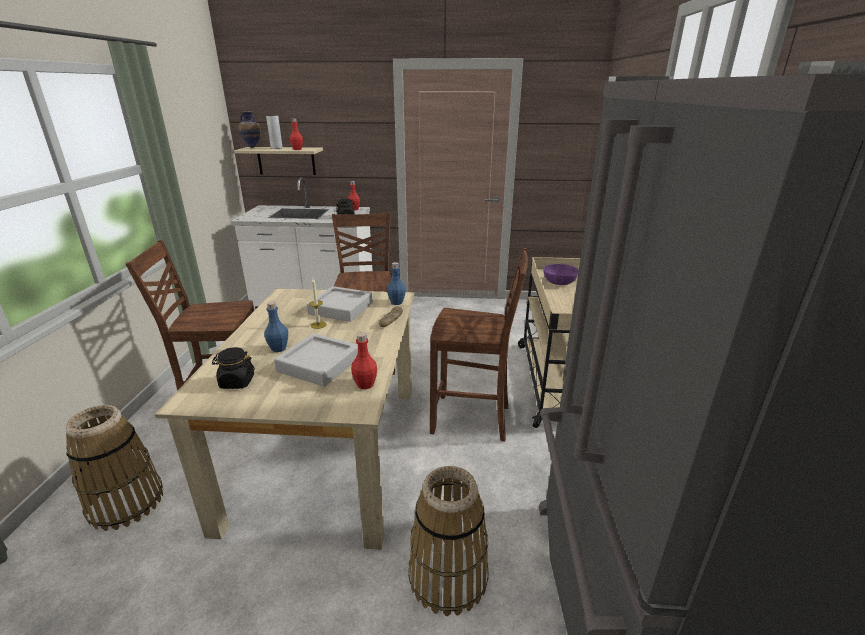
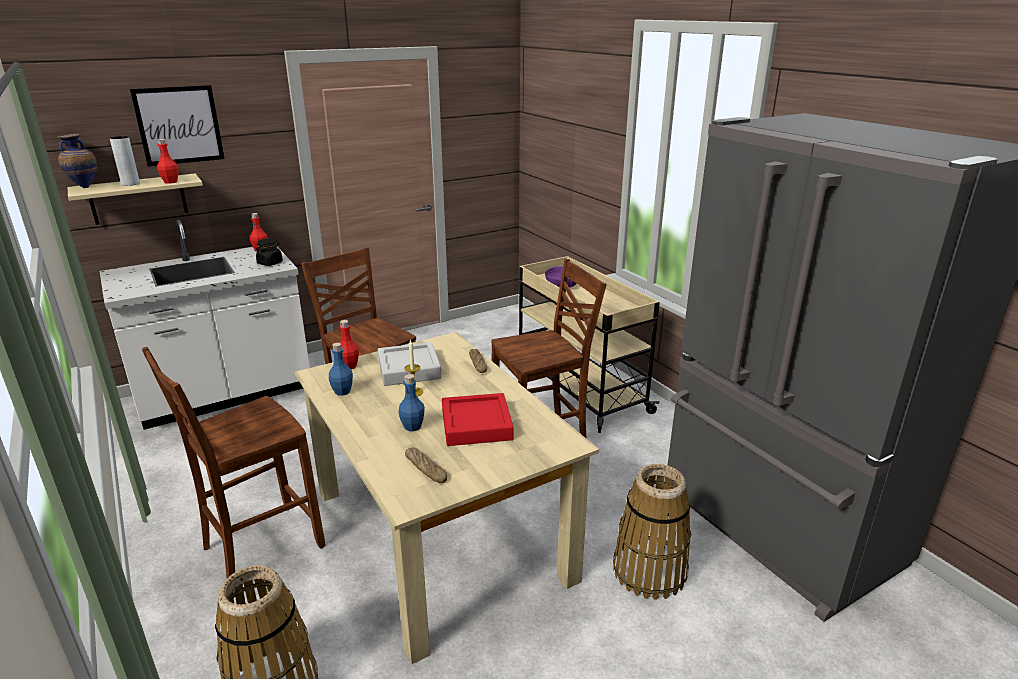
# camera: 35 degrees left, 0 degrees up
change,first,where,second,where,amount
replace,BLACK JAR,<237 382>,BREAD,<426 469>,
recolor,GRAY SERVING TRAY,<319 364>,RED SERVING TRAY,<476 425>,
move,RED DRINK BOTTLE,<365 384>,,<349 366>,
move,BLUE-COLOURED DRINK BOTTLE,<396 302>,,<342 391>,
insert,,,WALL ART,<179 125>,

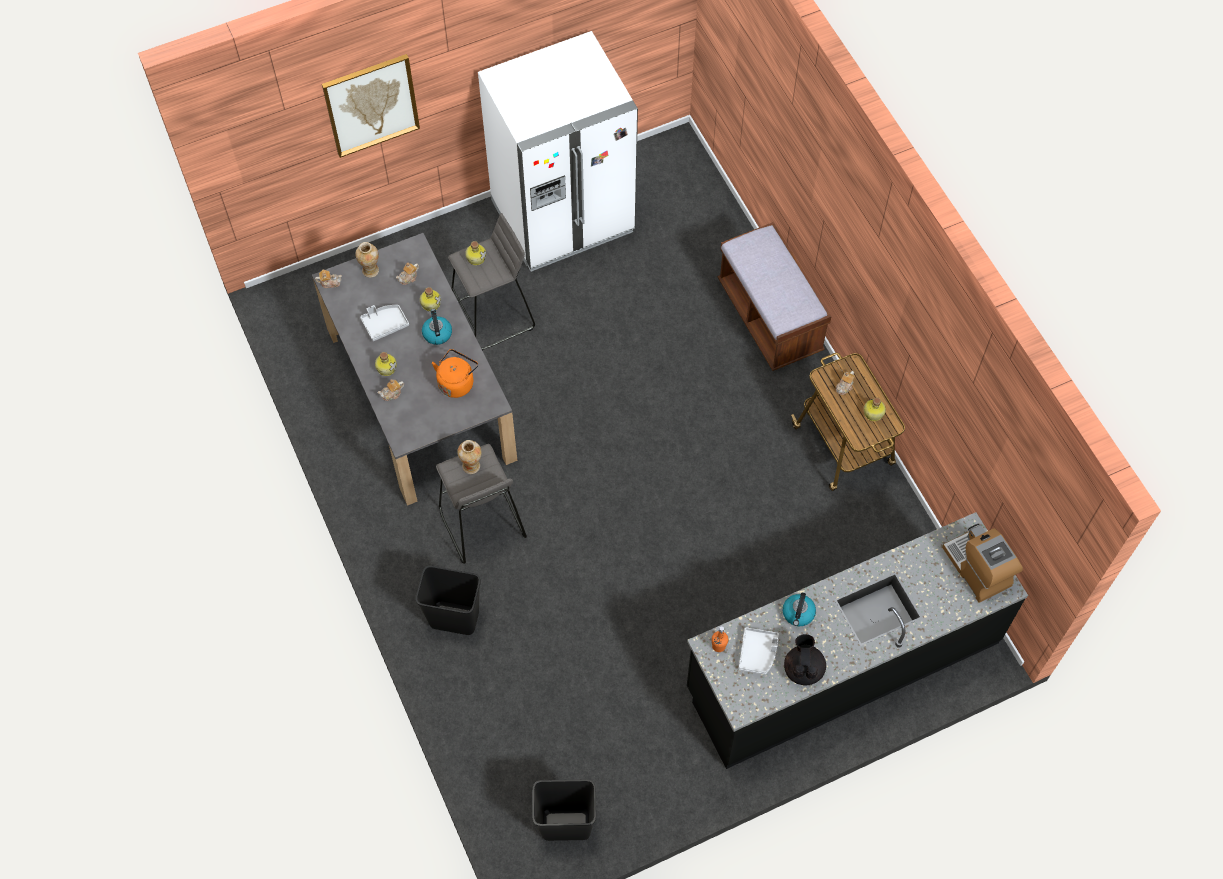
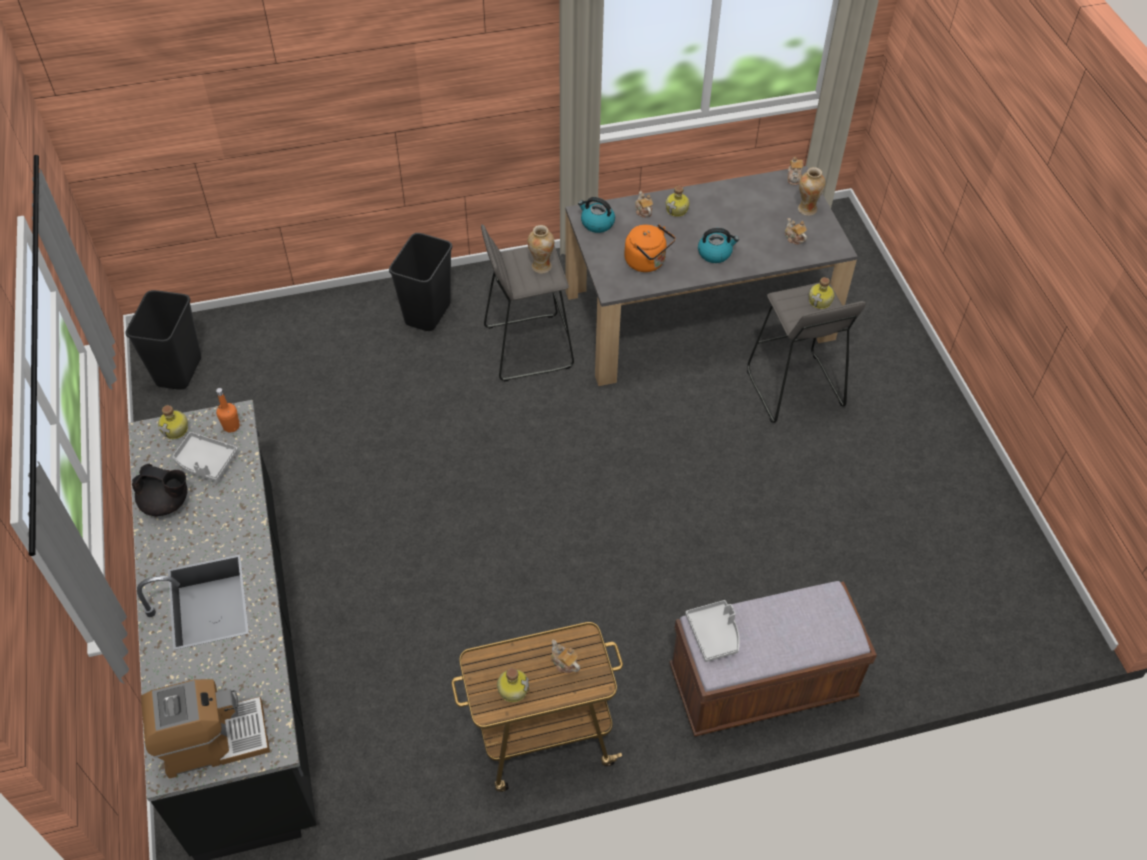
# camera: 100 degrees right, 10 degrees down
change,first,where,second,where,amount
delete,WALL ART,<371 105>,,,
move,GRAY SERVING TRAY,<385 324>,,<714 634>,
move,DRINK BOTTLE,<430 303>,,<176 430>,
delete,WHITE-COLOURED FRIDGE,<563 217>,,,
move,TEA KETTLE,<798 614>,,<597 223>,

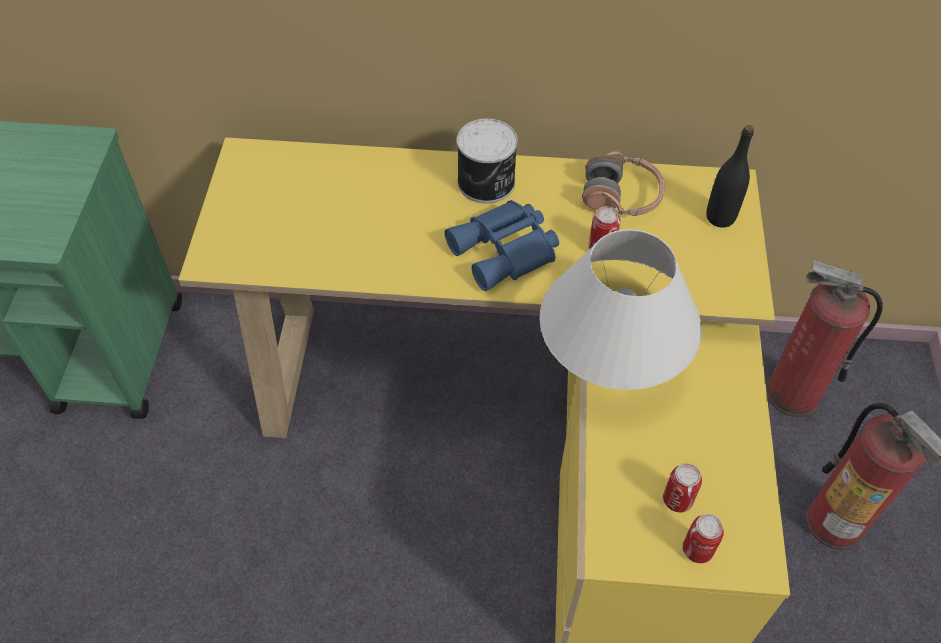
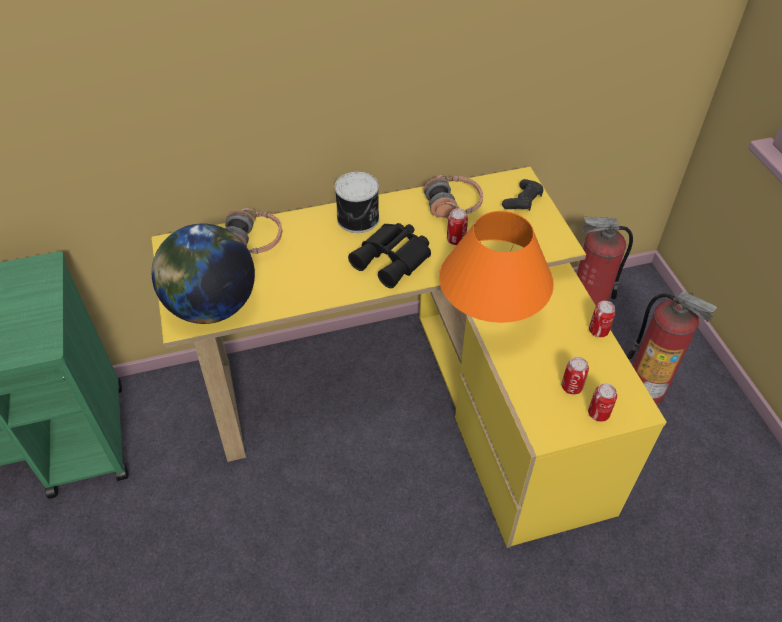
# camera: 20 degrees left, 5 degrees down
change,first,where,second,where,amount
recolor,BLUE-COLOURED PAIR OF BINOCULARS,<506 252>,BLACK PAIR OF BINOCULARS,<394 259>,
recolor,WHITE-COLOURED TABLETOP LAMP,<609 369>,ORANGEY TABLETOP LAMP,<489 319>,
replace,BLACK DRINK BOTTLE,<720 217>,BLACK GAME CONTROLLER,<523 201>,
insert,,,WORLD GLOBE,<211 306>,
insert,,,HEADSET,<253 241>,
insert,,,METAL CAN,<598 331>,

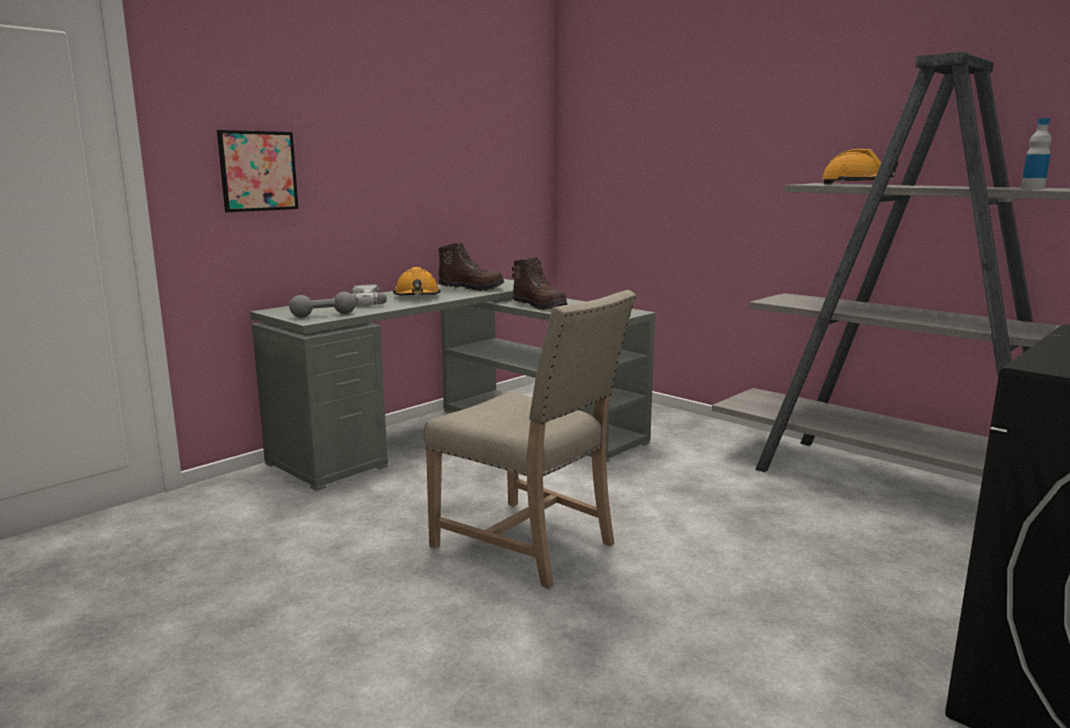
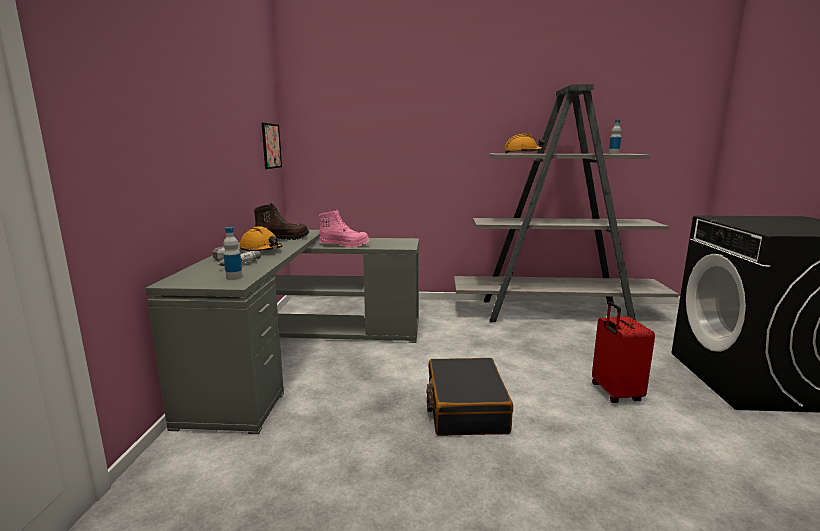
# camera: 40 degrees left, 0 degrees up
change,first,where,second,where,amount
move,WALL ART,<258 171>,,<271 146>,
replace,GRAY DUMBBELL,<323 315>,DRINK BOTTLE,<234 277>,
replace,BEIGE-COLOURED CHAIR,<529 544>,BLACK SUITCASE,<465 408>,
recolor,BROWNISH HIGH-TOP BOOT,<540 306>,PINK-COLOURED HIGH-TOP BOOT,<344 245>,
insert,,,RED SUITCASE,<614 393>,

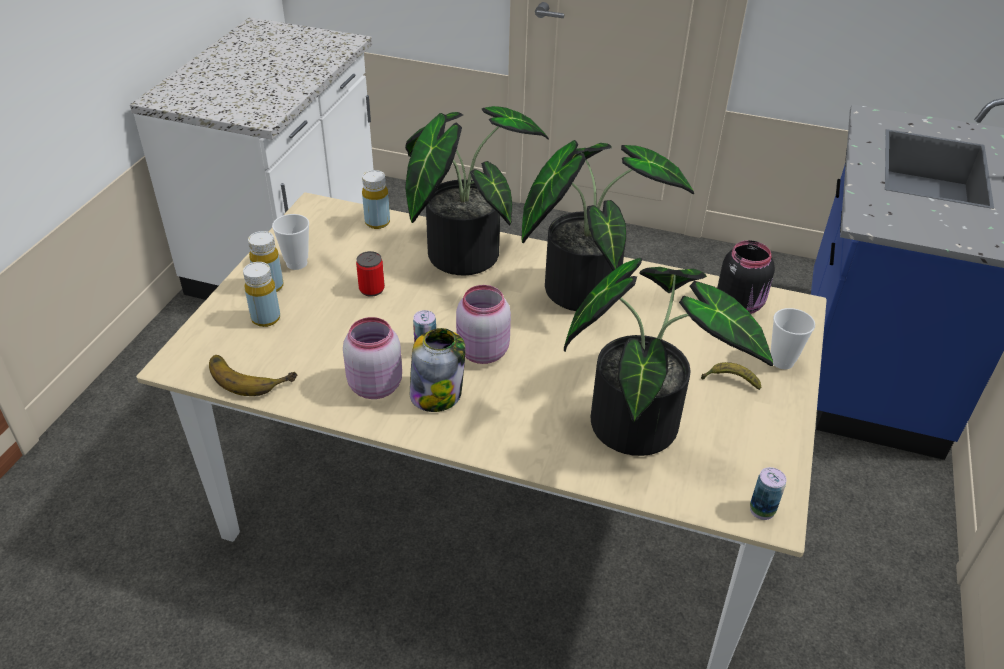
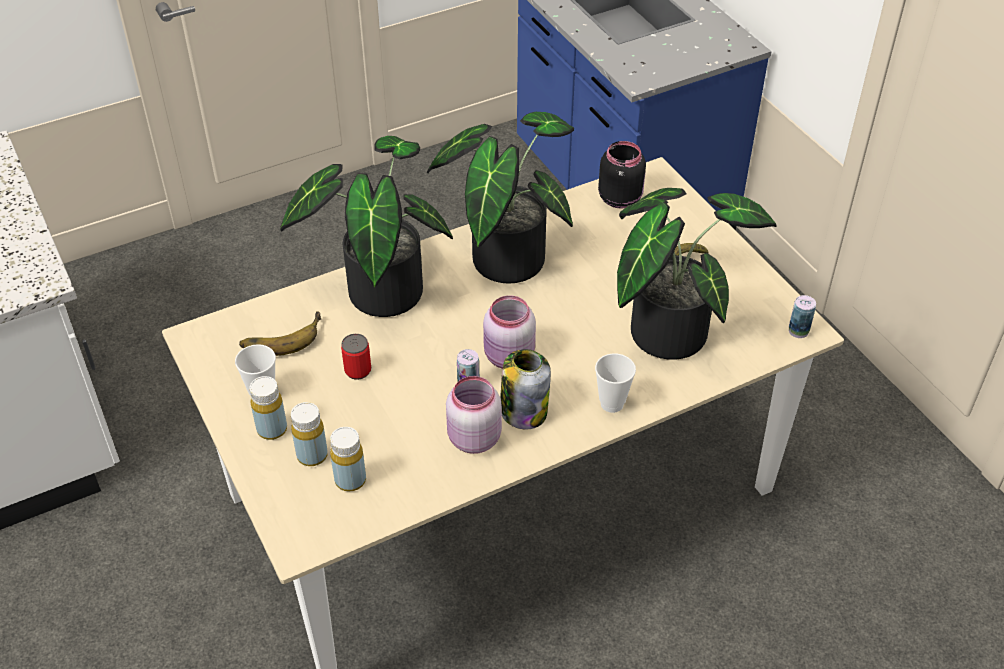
# camera: 45 degrees left, 5 degrees up
change,first,where,second,where,amount
move,BANANA,<251 374>,,<281 336>,
move,YELLOW DRINK BOTTLE,<377 222>,,<350 480>,
move,SMALL CUP,<782 361>,,<612 403>,

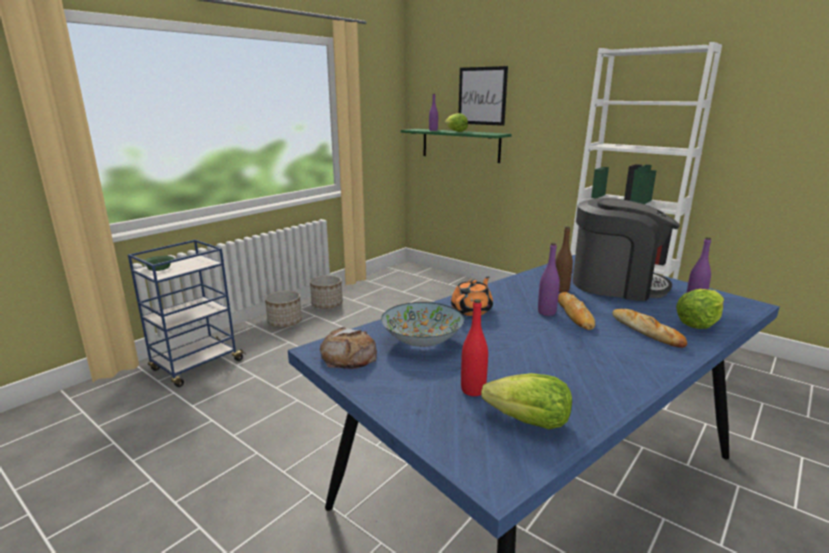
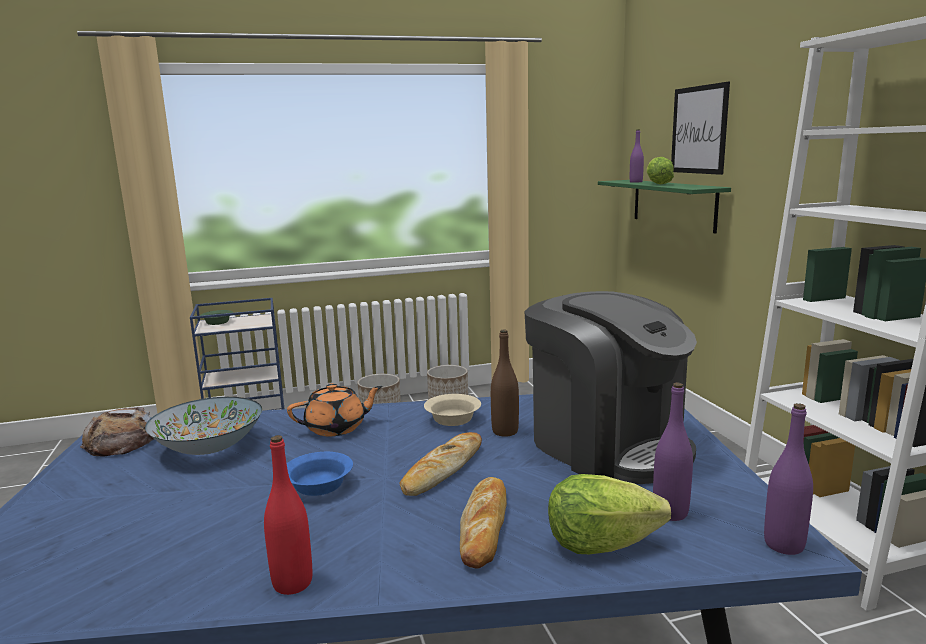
# camera: 35 degrees right, 5 degrees down
change,first,where,second,where,amount
move,RED DRINK BOTTLE,<473 390>,,<292 583>,
delete,LETTUCE HEAD,<529 422>,,,
move,PURPLISH DRINK BOTTLE,<546 312>,,<784 545>,
insert,,,BLUE-COLOURED SERVING BOWL,<317 485>,
insert,,,BEIGE-COLOURED SERVING BOWL,<454 419>,

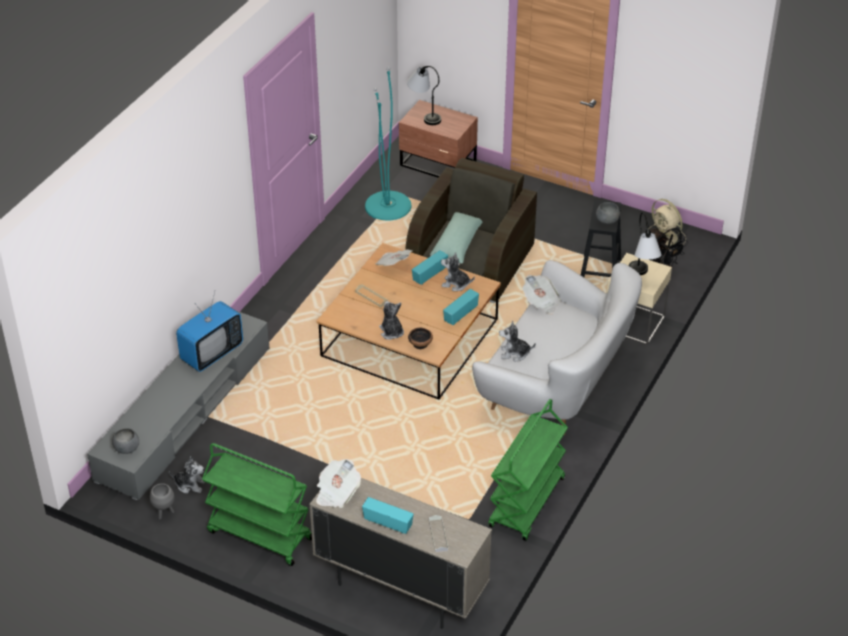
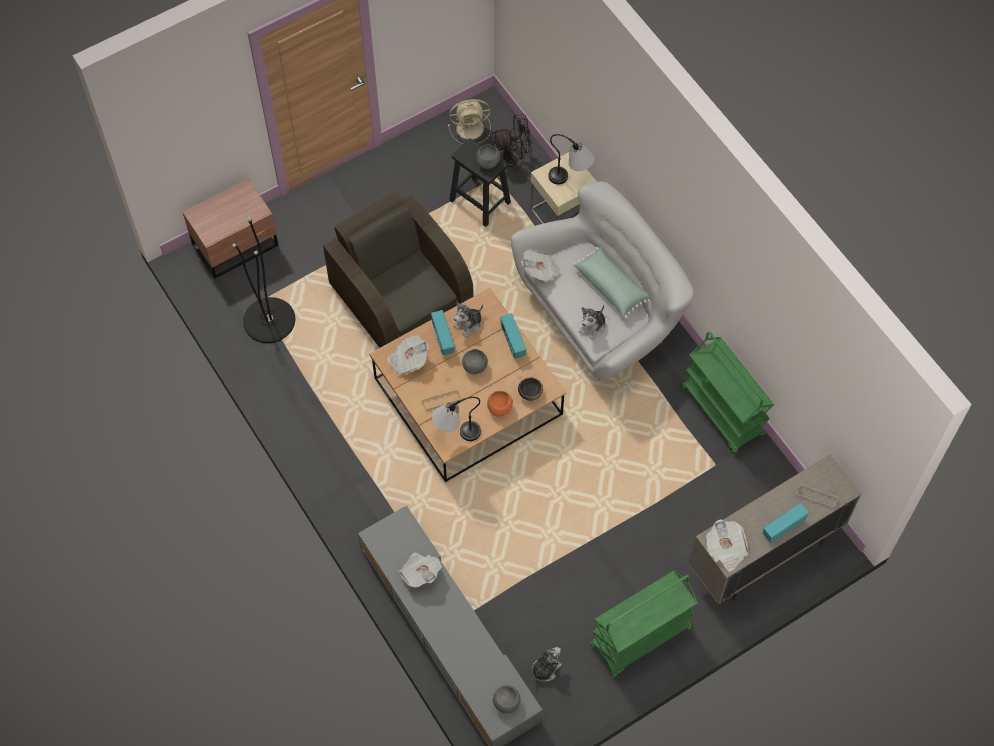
# camera: 60 degrees left, 20 degrees up
change,first,where,second,where,amount
delete,GRAY PLANT POT,<164 513>,,,
replace,TV SET,<212 353>,PRINTED PAPER,<420 573>,
recolor,BLUE-GREEN STANDARD LAMP,<388 206>,BLACK STANDARD LAMP,<269 320>,
replace,PLUSH TOY,<391 332>,ORANGEY SERVING BOWL,<500 408>,
move,TABLETOP LAMP,<424 115>,,<456 434>,
move,GREENISH THROW PILLOW,<458 245>,,<612 286>,
insert,,,GRAY SERVING BOWL,<474 366>,

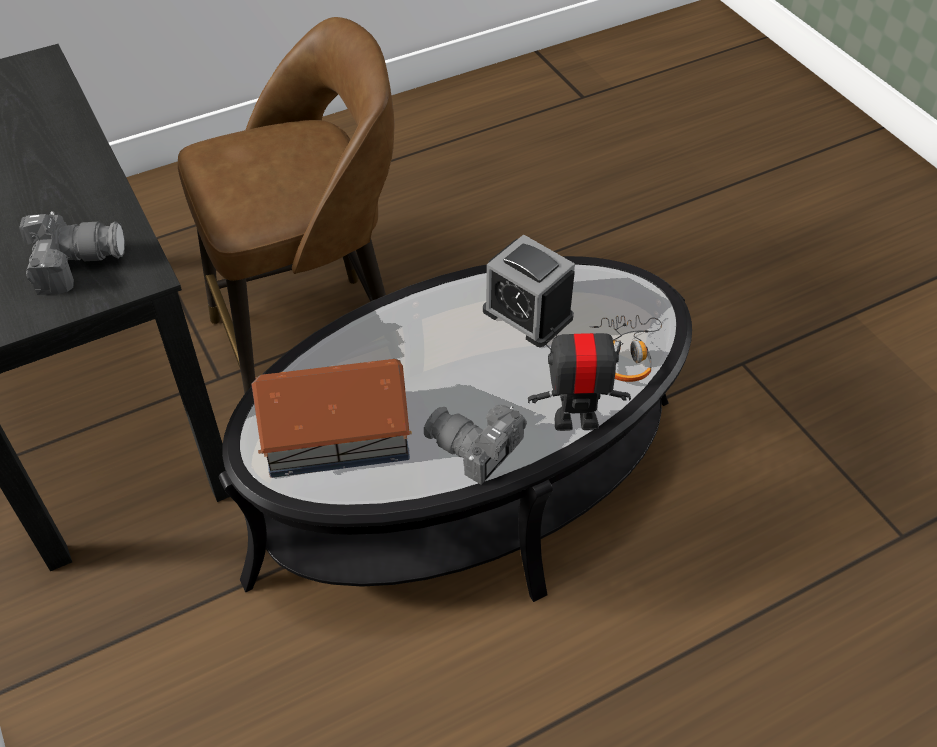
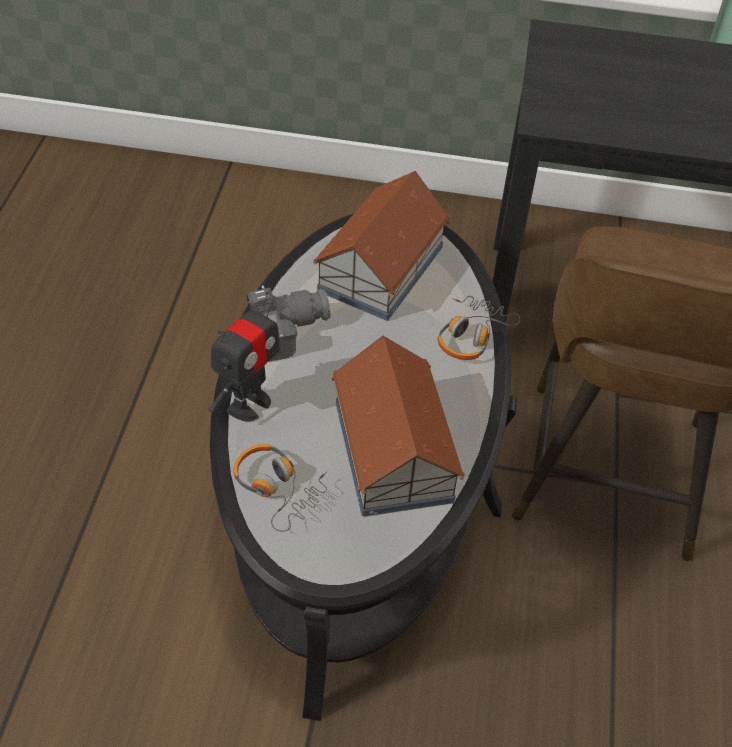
# camera: 125 degrees right, 0 degrees up
change,first,where,second,where,amount
delete,STILL CAMERA,<74 263>,,,
replace,ALARM CLOCK,<527 314>,MODEL HOUSE,<392 452>,
insert,,,HEADSET,<471 335>,

